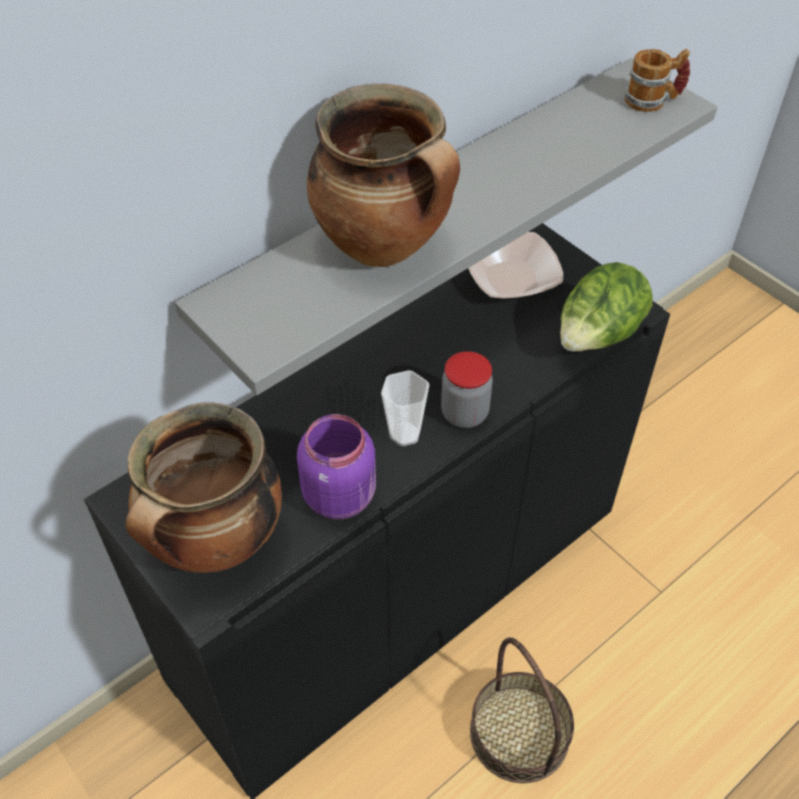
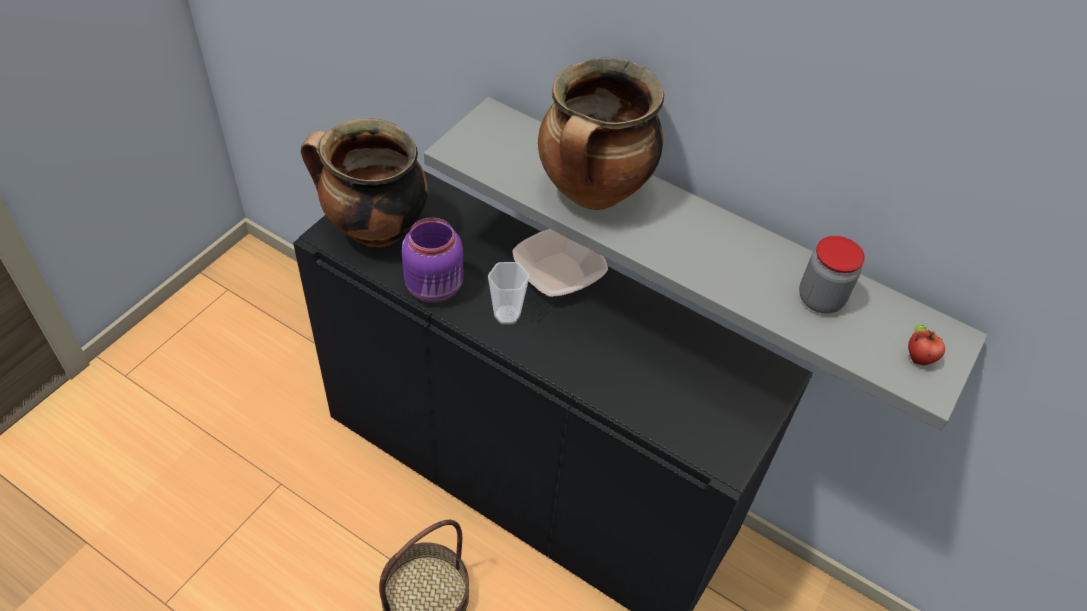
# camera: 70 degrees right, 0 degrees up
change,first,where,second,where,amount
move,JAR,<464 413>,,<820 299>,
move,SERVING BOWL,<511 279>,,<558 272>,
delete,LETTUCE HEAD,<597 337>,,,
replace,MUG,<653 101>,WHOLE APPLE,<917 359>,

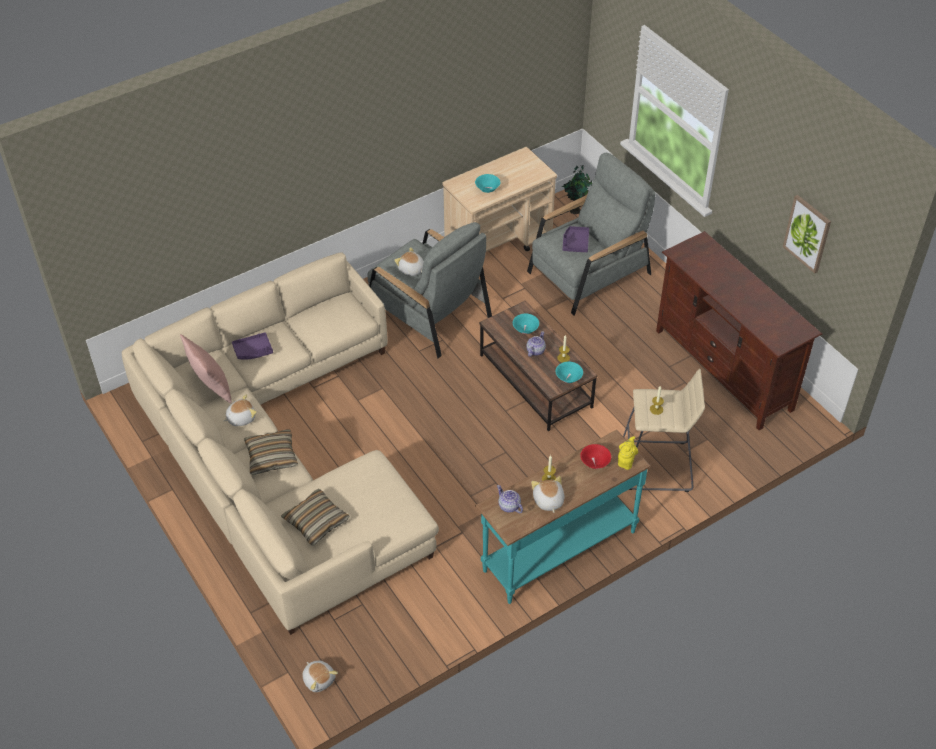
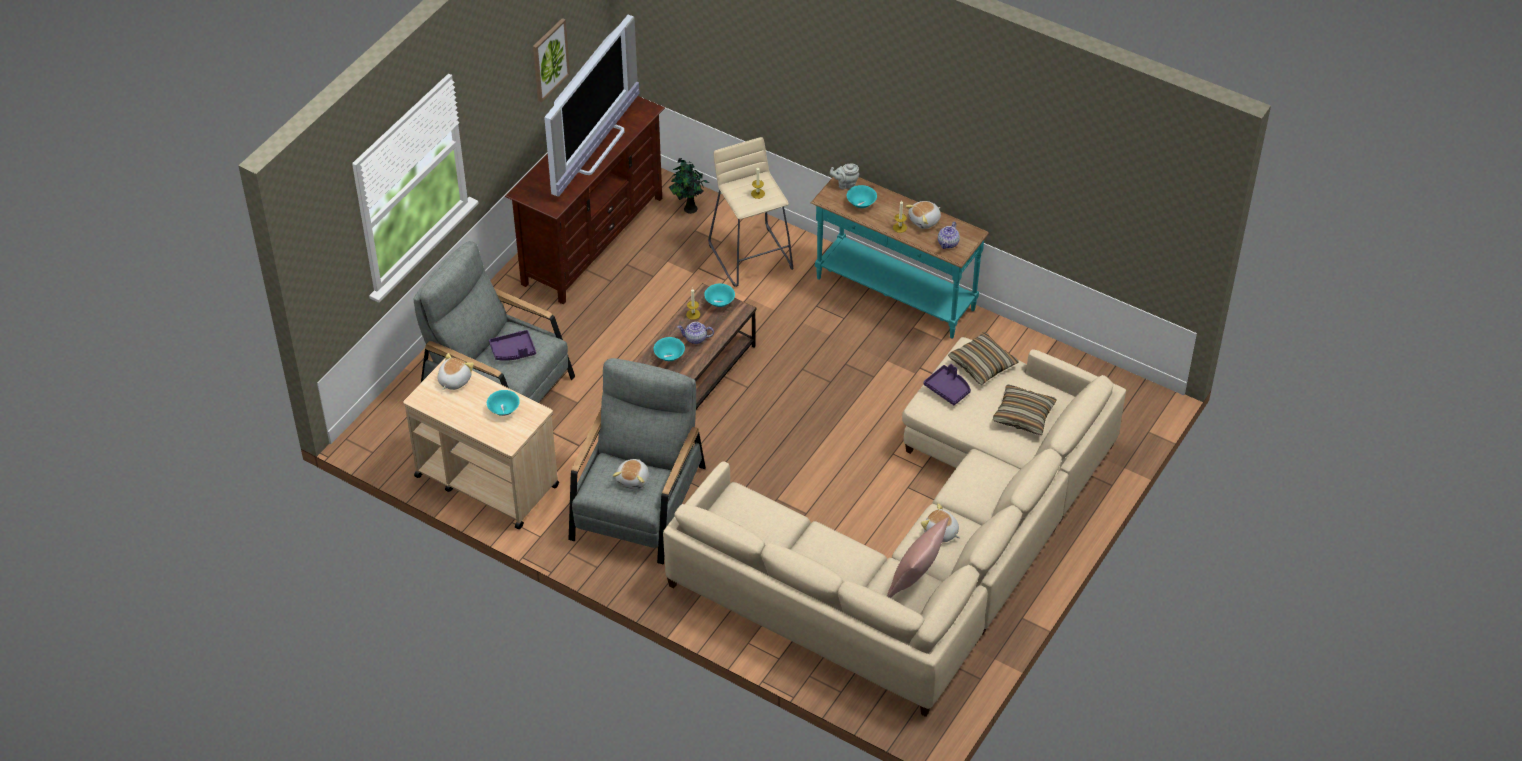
# camera: 115 degrees left, 0 degrees up
change,first,where,second,where,amount
move,PURPLISH SERVING TRAY,<253 351>,,<948 389>,
move,THROW PILLOW,<271 457>,,<982 364>,
move,PLUSH TOY,<319 679>,,<454 380>,
move,POTTED PLANT,<575 209>,,<689 209>,
recolor,RED SERVING BOWL,<595 463>,BLUE-GREEN SERVING BOWL,<861 203>,
recolor,YELLOW POT FOR TEA,<626 461>,GRAY POT FOR TEA,<845 184>,
insert,,,TV SET,<595 148>,

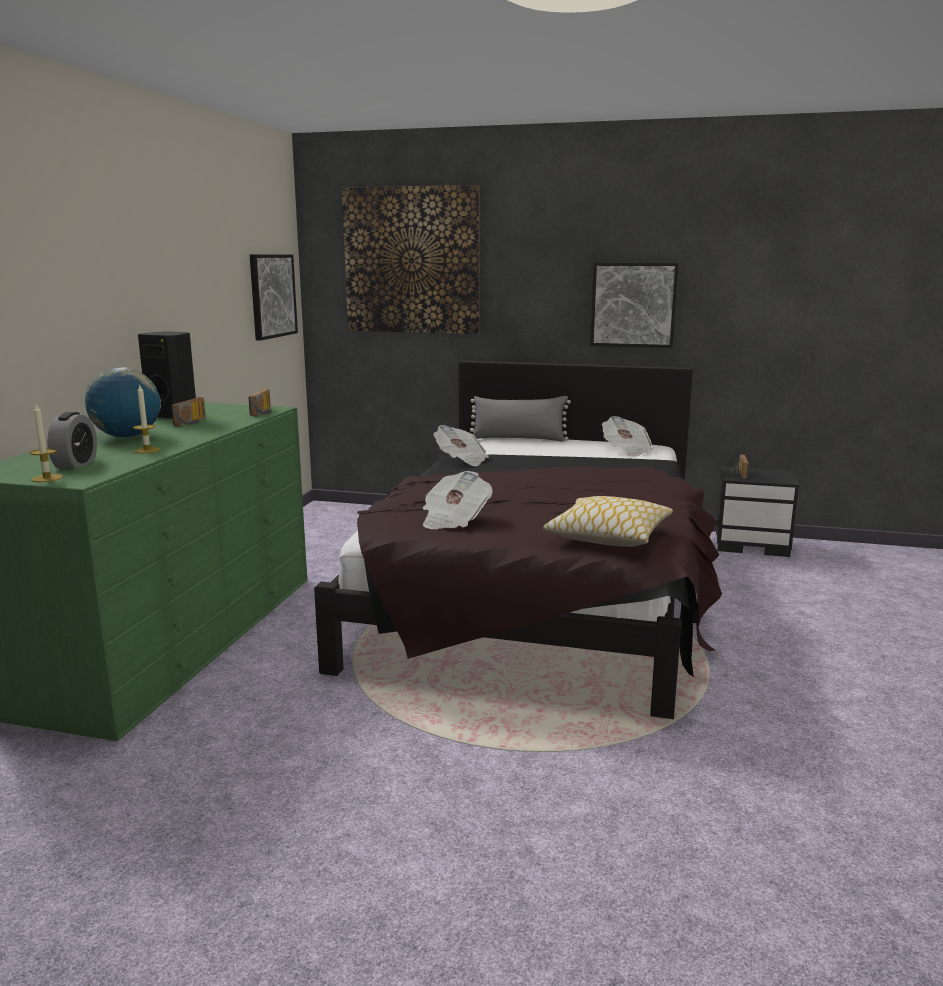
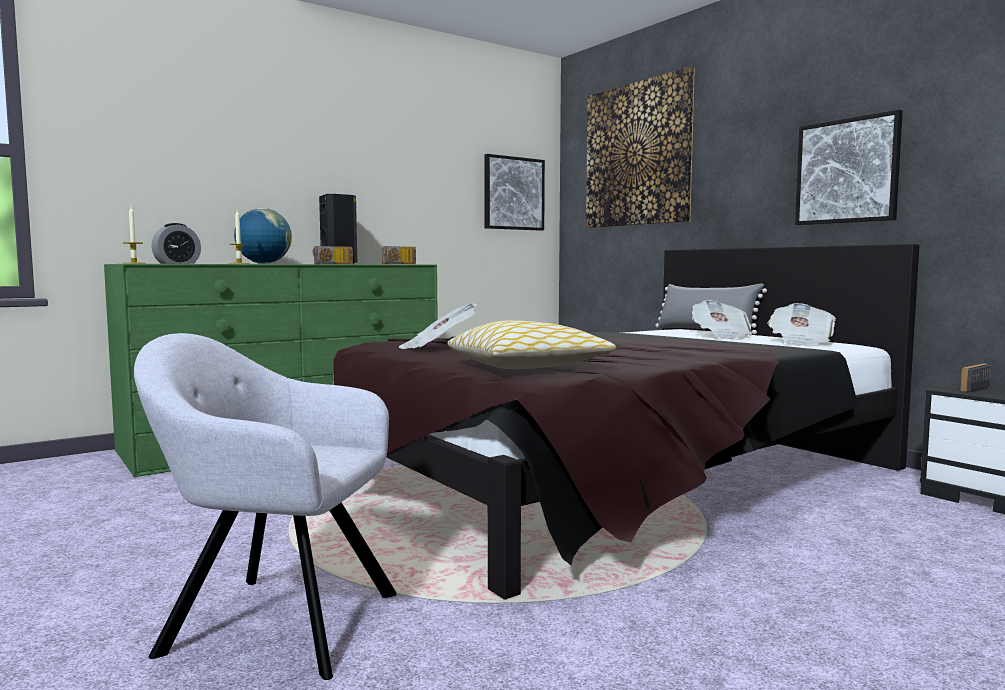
# camera: 40 degrees right, 10 degrees down
change,first,where,second,where,amount
move,PRINTED PAPER,<461 460>,,<720 336>,
insert,,,GRAY EASY CHAIR,<273 621>,

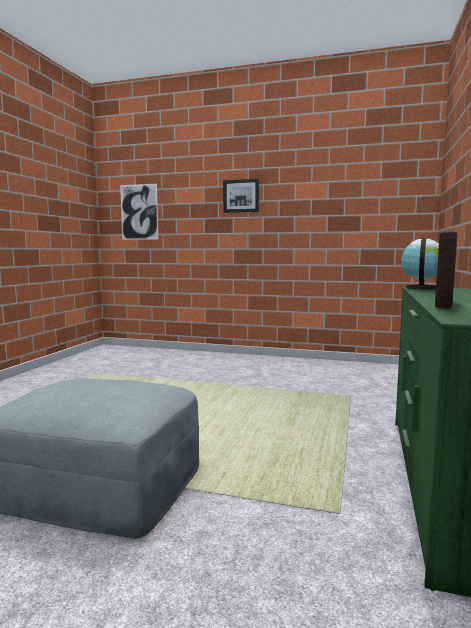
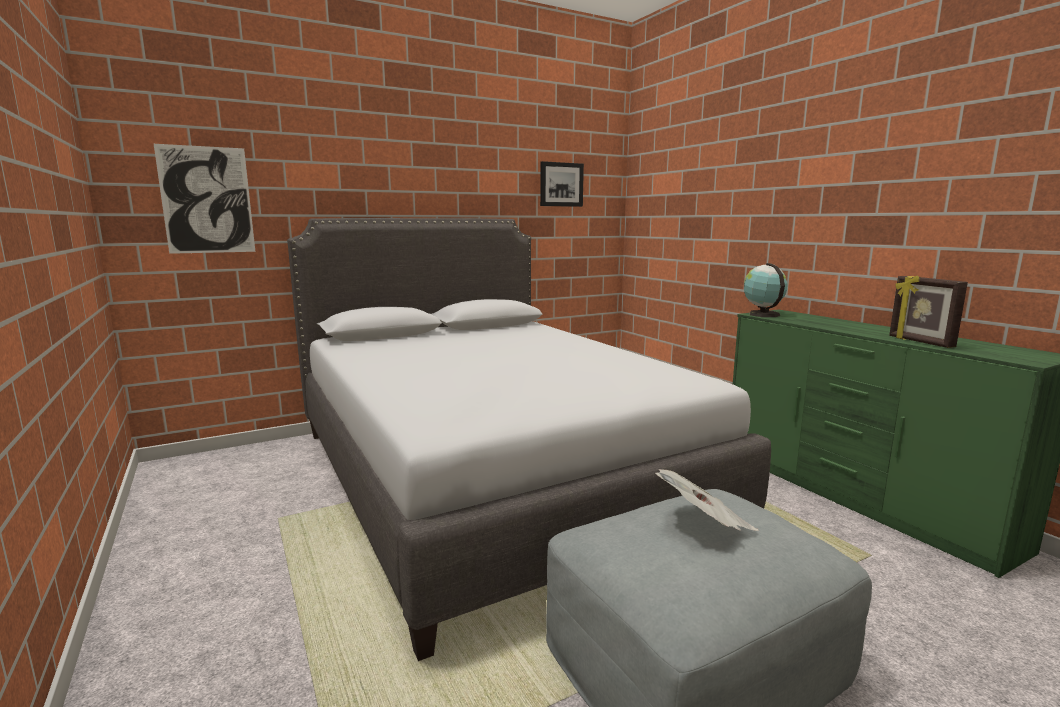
# camera: 45 degrees left, 5 degrees up
change,first,where,second,where,amount
move,WALL ART,<241 196>,,<561 184>,
insert,,,GRAY BEDROOM BED,<491 476>,
insert,,,PRINTED PAPER,<704 524>,

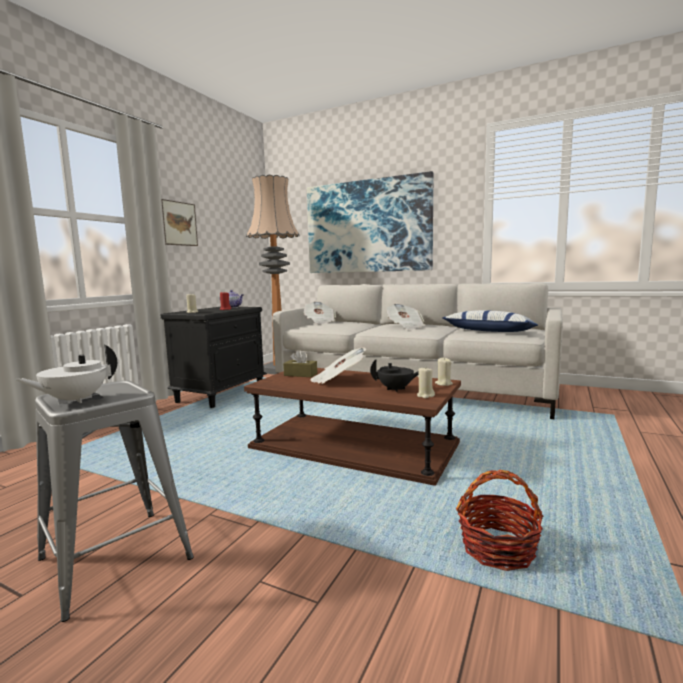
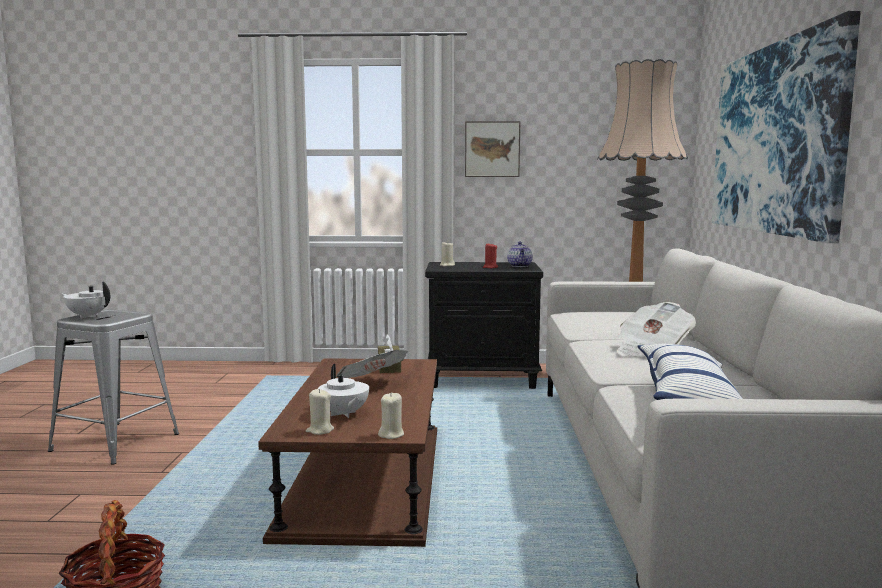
# camera: 65 degrees right, 0 degrees up
change,first,where,second,where,amount
delete,PRINTED PAPER,<320 322>,,,
recolor,BLACK POT FOR TEA,<396 389>,WHITE-COLOURED POT FOR TEA,<343 414>,

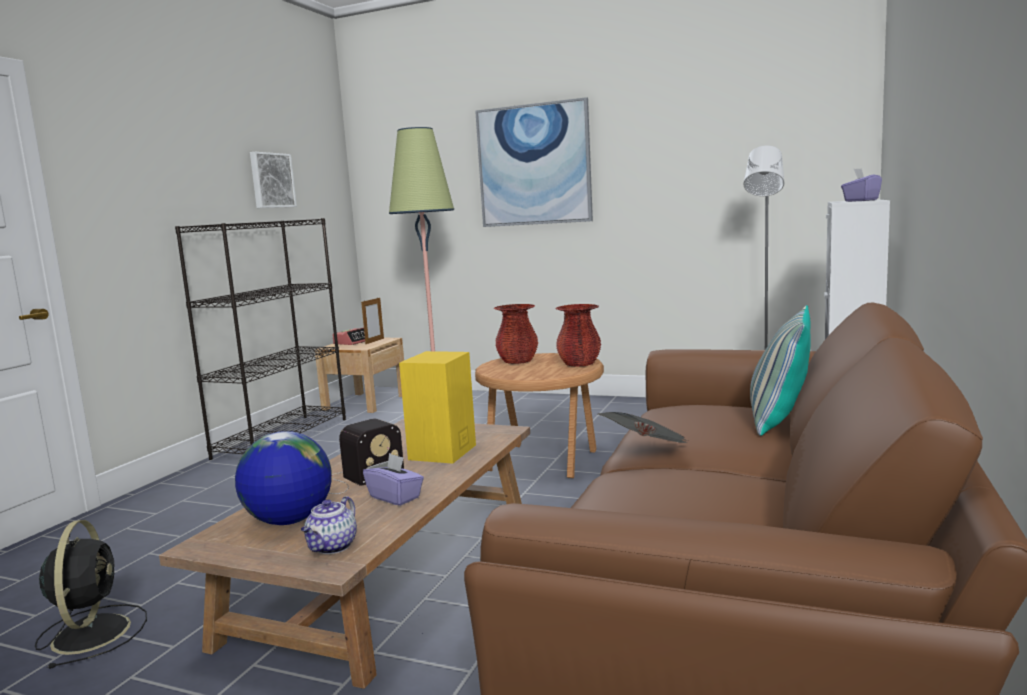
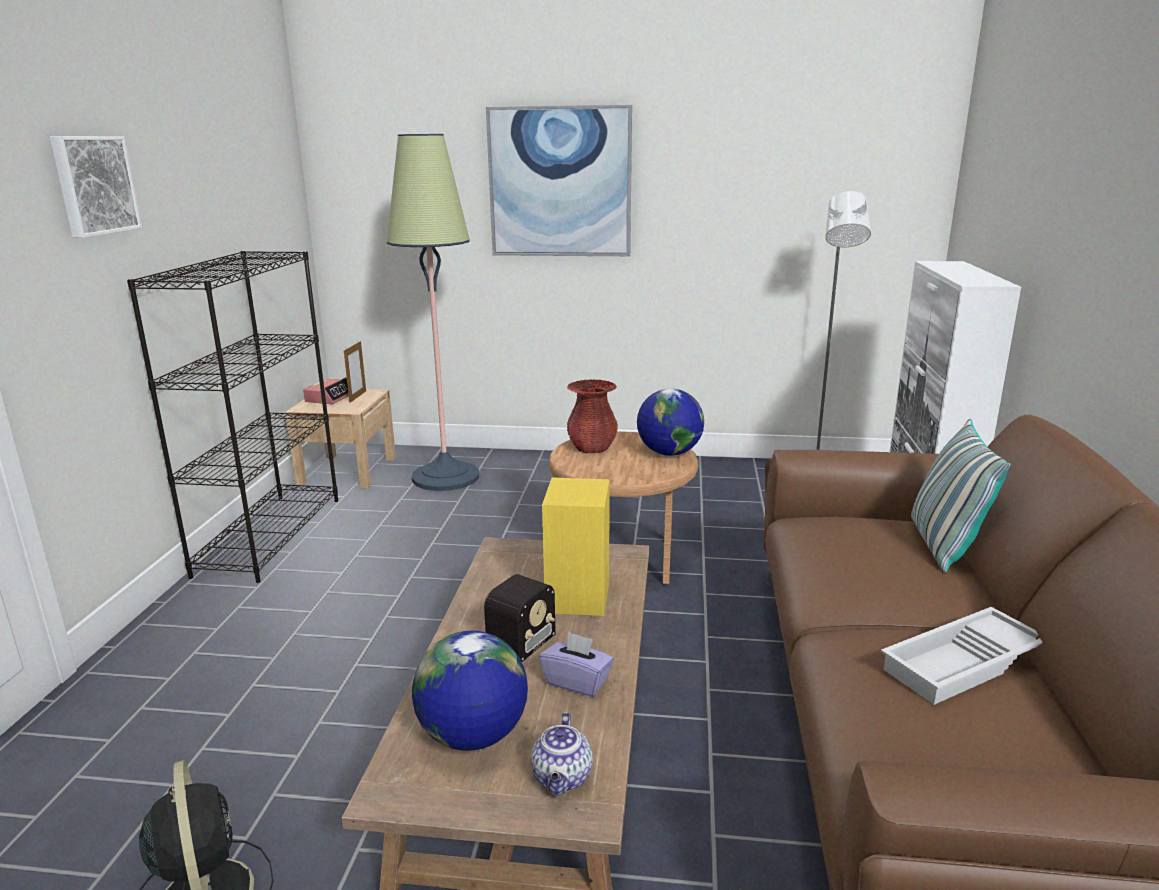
# camera: 15 degrees left, 10 degrees up
change,first,where,second,where,amount
move,WALL ART,<271 180>,,<94 185>,
replace,RED FLOWER VASE,<579 364>,WORLD GLOBE,<669 453>,
delete,PRINTED PAPER,<647 452>,,,
delete,PURPLISH BOX OF TISSUES,<860 201>,,,
insert,,,WHITE-COLOURED SERVING TRAY,<964 665>,

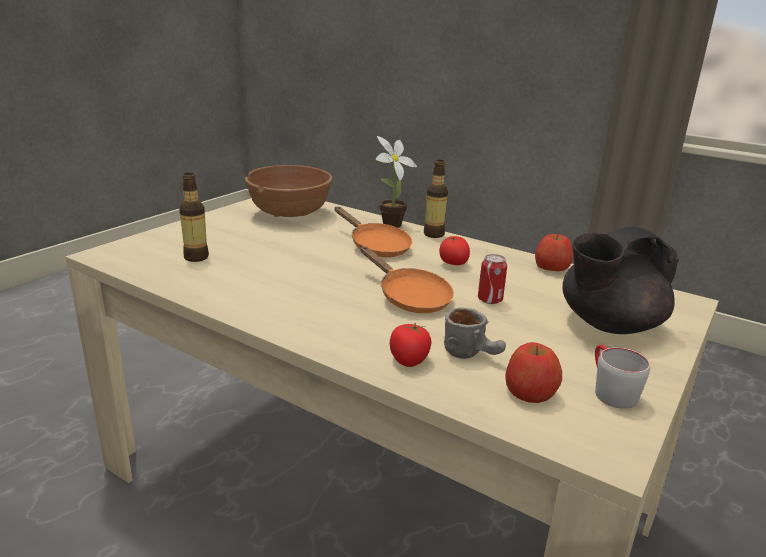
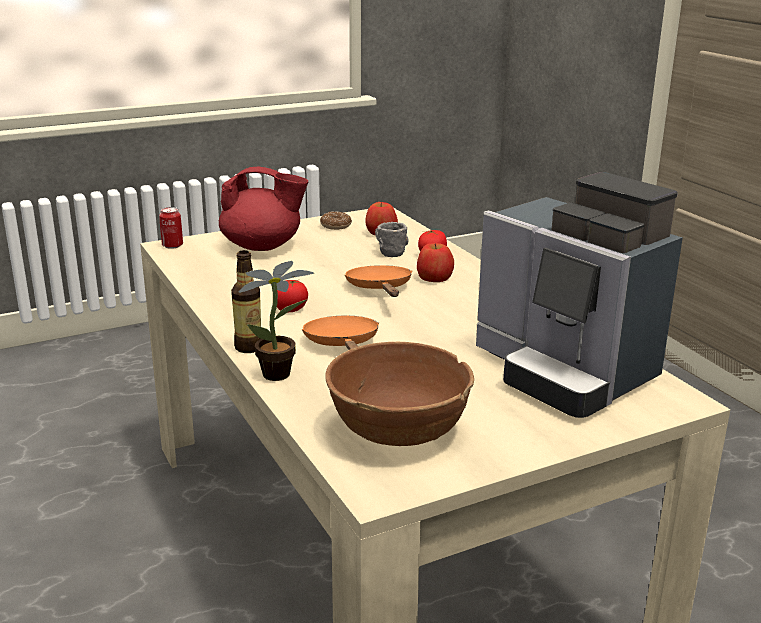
# camera: 150 degrees left, 0 degrees up
change,first,where,second,where,amount
replace,DRINK BOTTLE,<196 257>,COFFEE MAKER,<564 372>,
move,METAL CAN,<490 300>,,<172 245>,
move,WHOLE APPLE,<551 268>,,<434 278>,
recolor,BLACK POT FOR TEA,<608 324>,RED POT FOR TEA,<263 246>,
replace,GRAY MUG,<609 390>,DOUGHNUT,<335 226>,

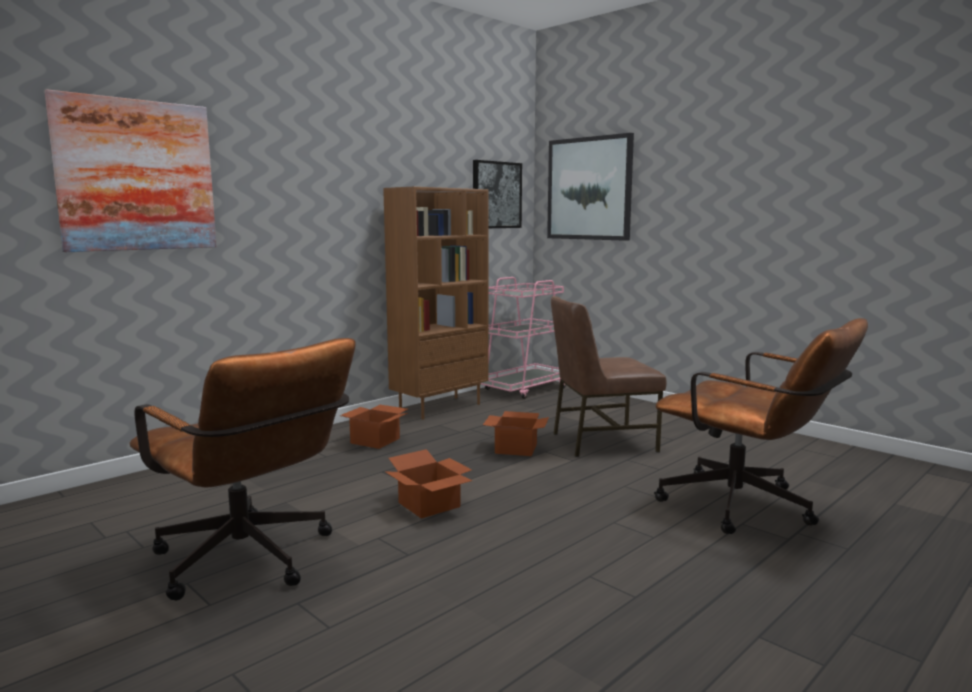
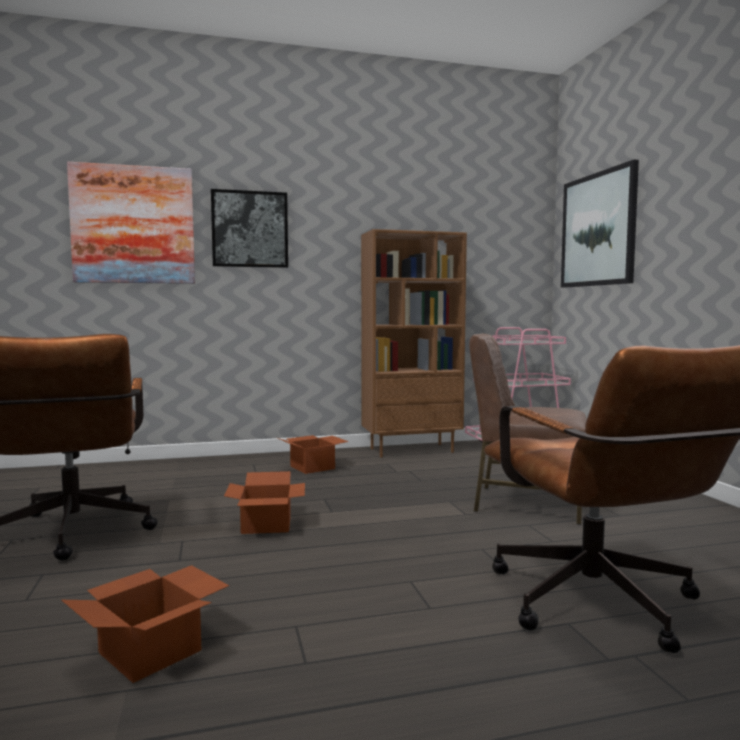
# camera: 30 degrees right, 5 degrees down
change,first,where,second,where,amount
move,WALL ART,<496 195>,,<250 229>,
move,CARTON,<517 448>,,<153 651>,

